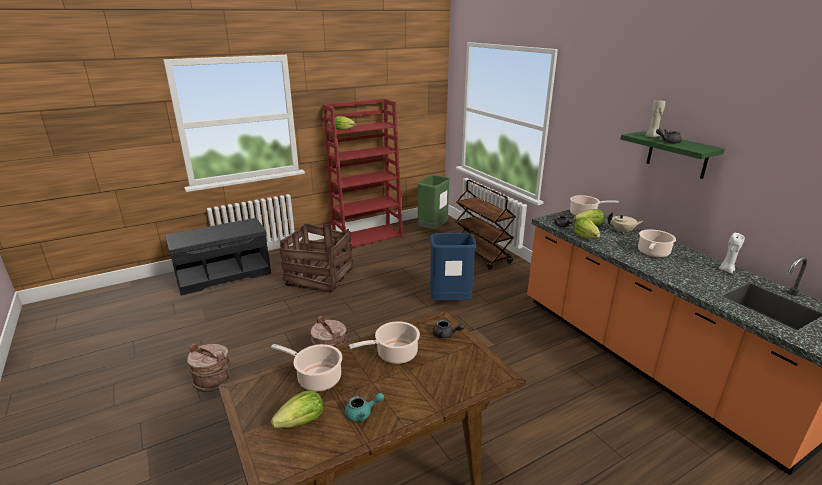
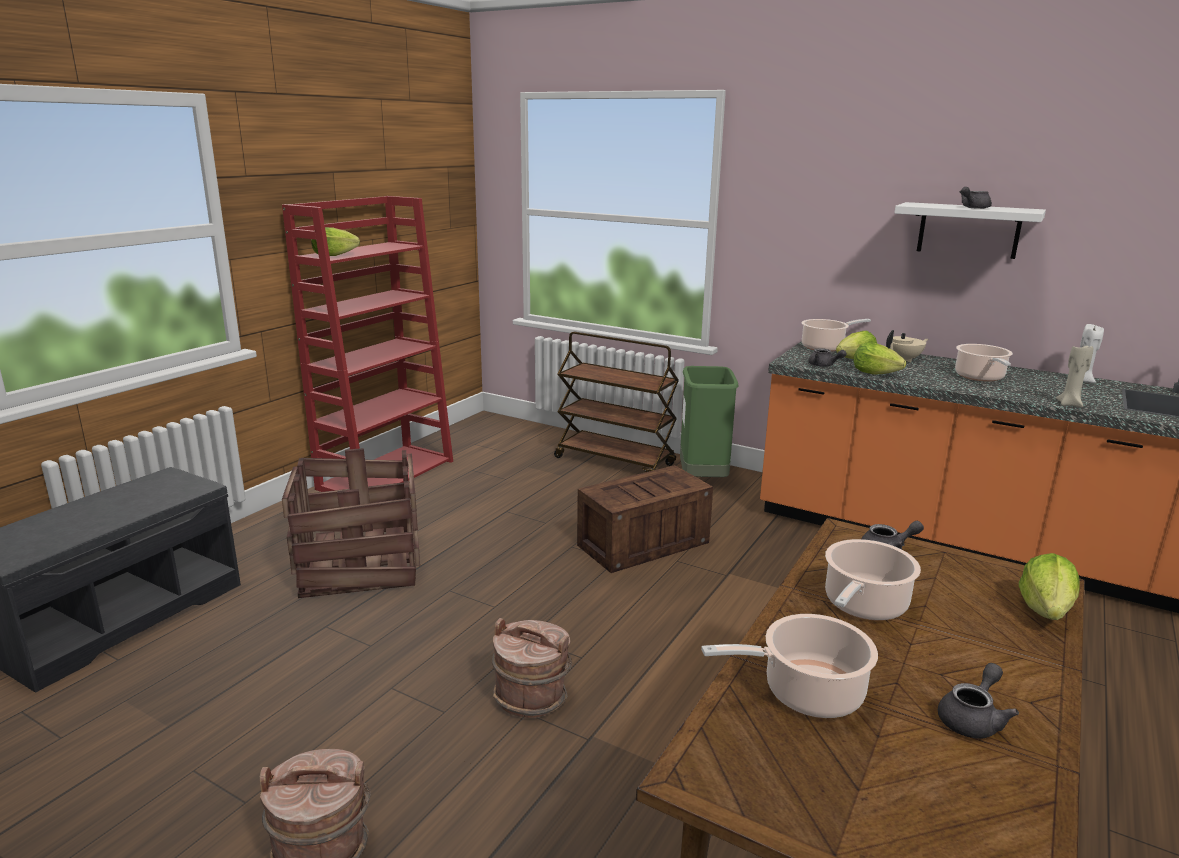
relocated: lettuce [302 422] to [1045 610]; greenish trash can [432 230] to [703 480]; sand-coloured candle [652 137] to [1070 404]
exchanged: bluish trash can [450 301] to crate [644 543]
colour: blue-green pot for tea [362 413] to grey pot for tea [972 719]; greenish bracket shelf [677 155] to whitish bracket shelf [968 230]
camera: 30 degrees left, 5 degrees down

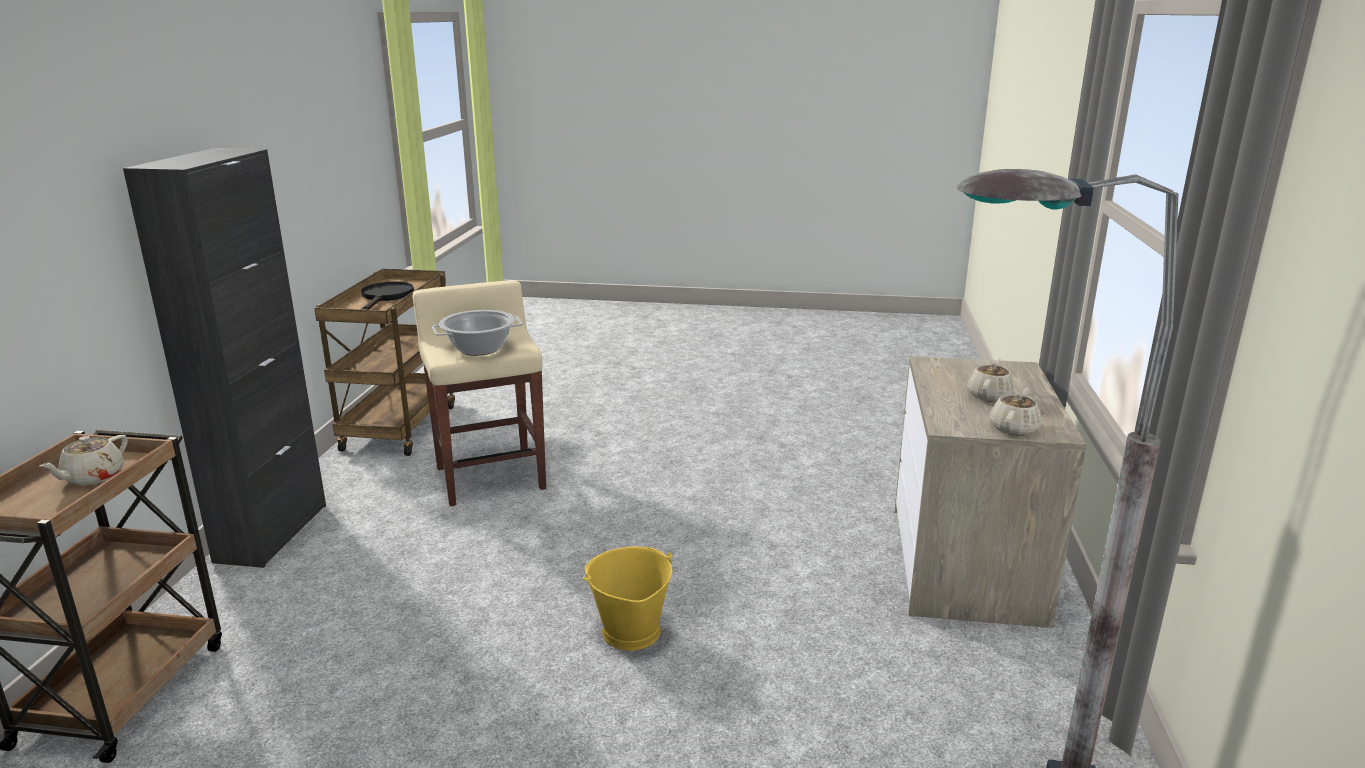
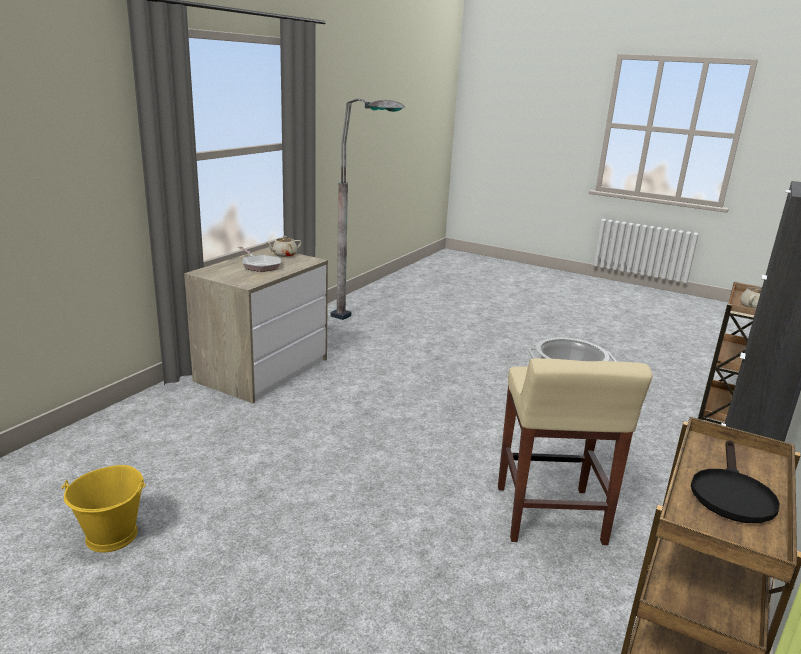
relocated: yellow-coloured water bucket [630 631] to [112 536]
exchanged: sand-coloured pot for tea [989 396] to skillet [260 265]
camera: 160 degrees left, 0 degrees up

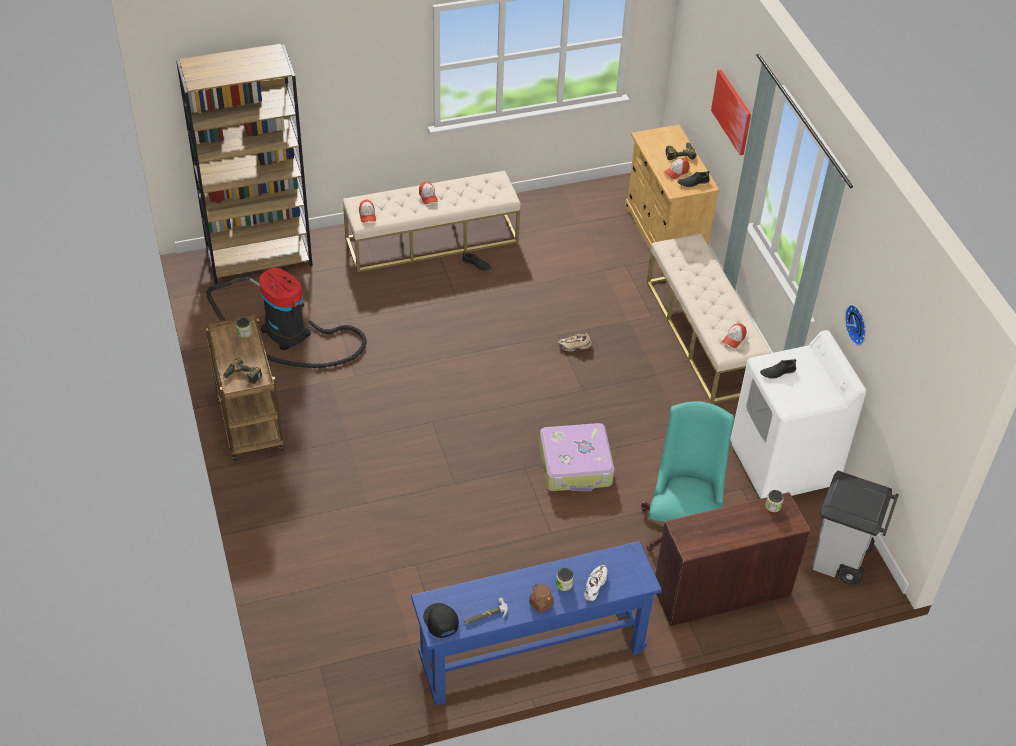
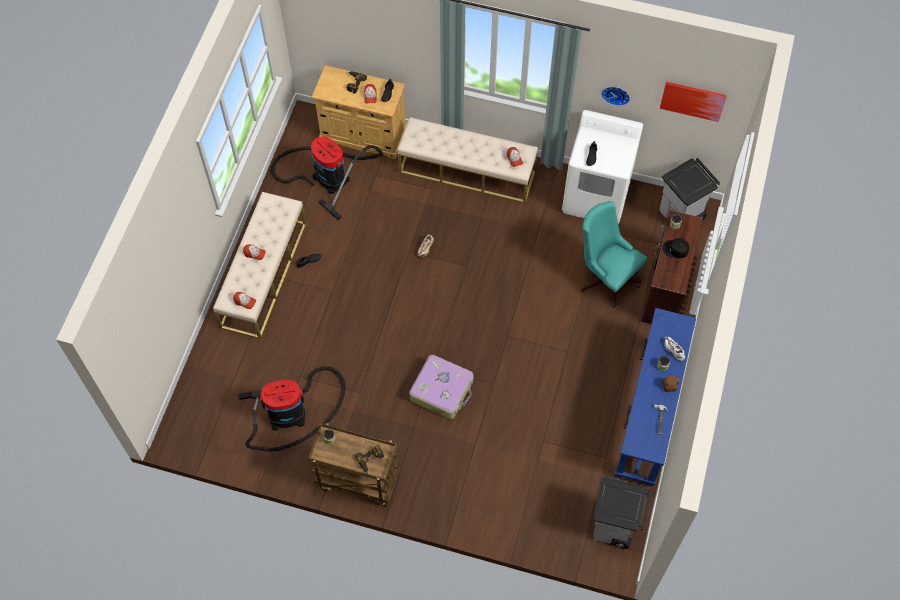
missing: brown bookshelf [260 258]
appeared: vacuum [327 176]; grey trash can [614 527]
relocated: blackish baseball cap [440 621] to [675 249]; suitcase [576 465] to [442 390]; wall art [732 111] to [692 100]
camera: 55 degrees left, 15 degrees up

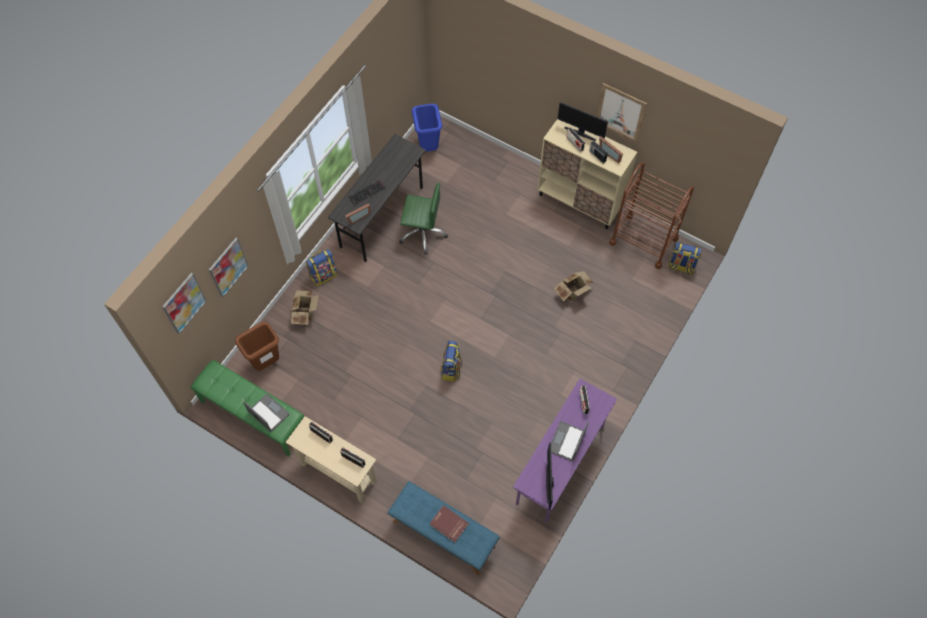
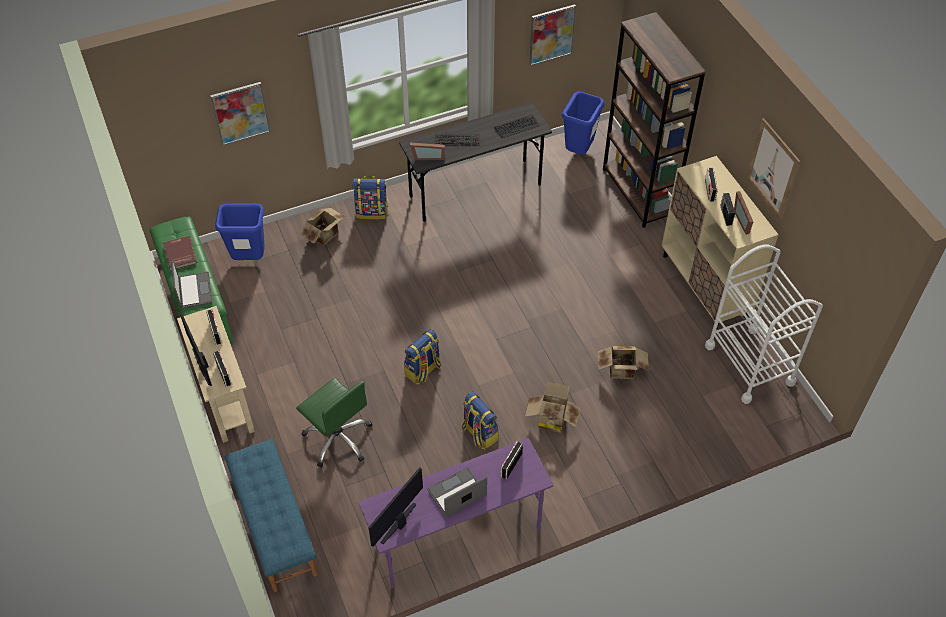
appeared: computer keyboard [517 126]; cardboard box [551 418]; brown bookshelf [638 193]
relocated: wall art [184 303] to [551 34]; greenish desk chair [423 233] to [338 438]; red bound book [448 524] to [179 254]; computer screen [580 133] to [203 365]; rucksack [681 266] to [479 433]
colour: brown trash can [266 362] to bluish trash can [250 259]; brown trolley [643 240] to whitish trolley [749 364]
camera: 35 degrees right, 10 degrees down

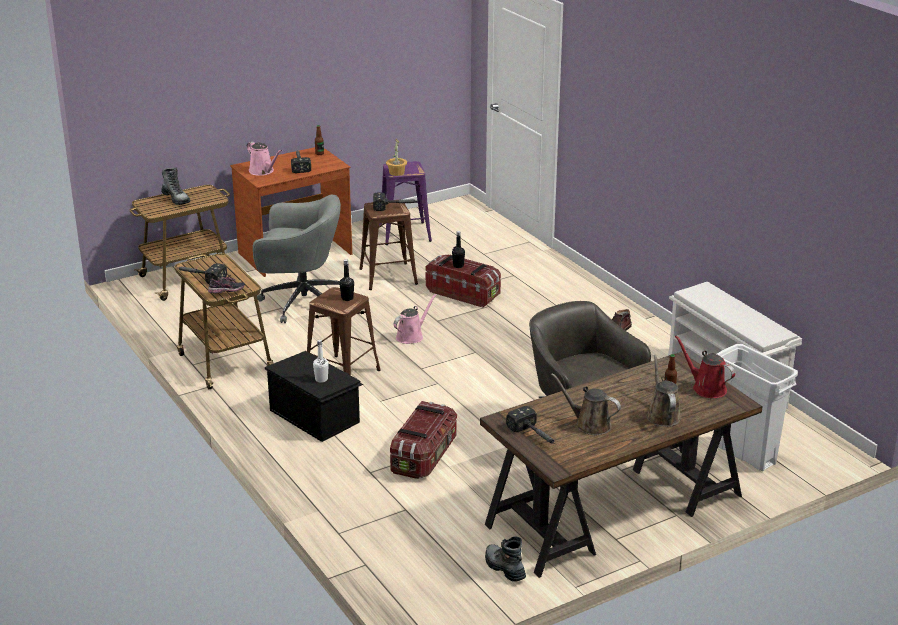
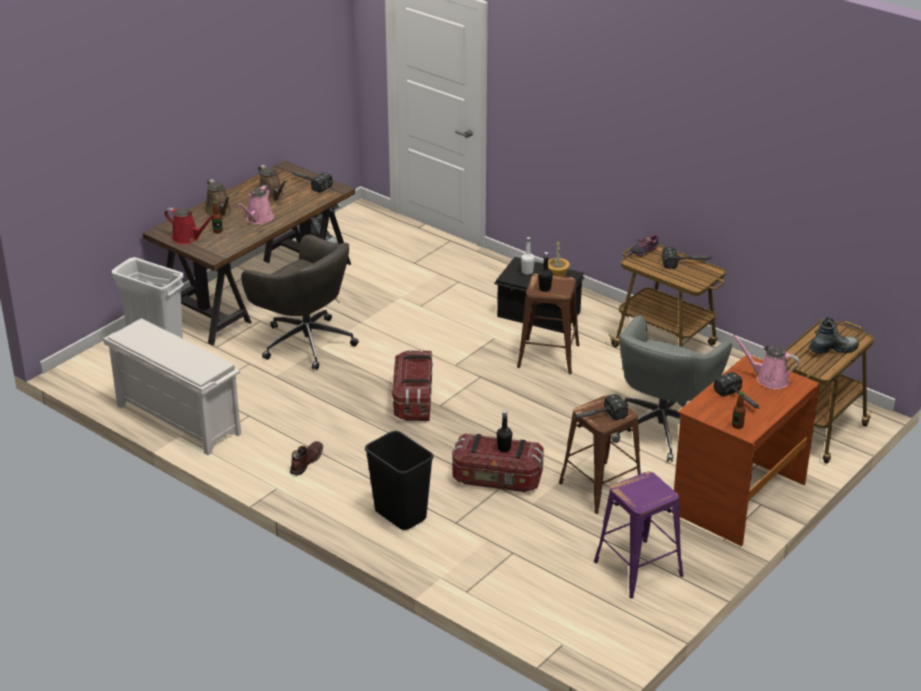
appeared: blackish trash can [399 515]
relocated: potted plant [396 173] to [557 275]; storage bin [424 456] to [413 400]; pinkish watering pot [411 336] to [258 219]
spun: boot [176 199] = [833 349] 135 degrees clockwise; grey desk chair [301 302] = [662 428] 45 degrees counterclockwise; brown watering pot [589 424] = [272 197] 45 degrees clockwise
camera: 160 degrees right, 5 degrees up

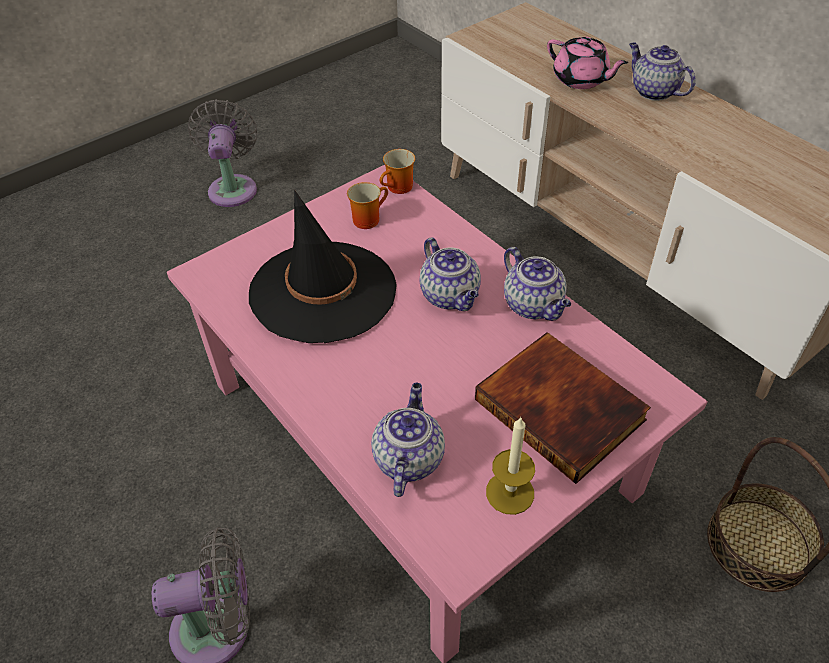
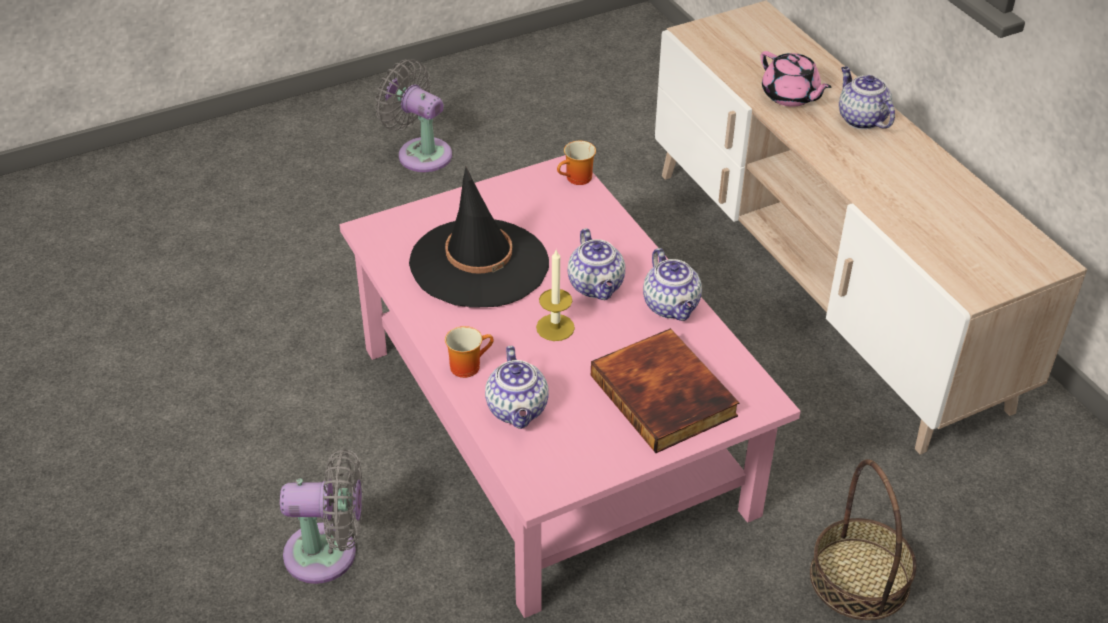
relocated: tea mug [367 218] to [467 364]; candle [510 492] to [555 327]
spun: grey fan [233 187] = [420 153] 60 degrees counterclockwise; pot for tea [408 458] = [518 410] 150 degrees clockwise
camera: 10 degrees right, 5 degrees down

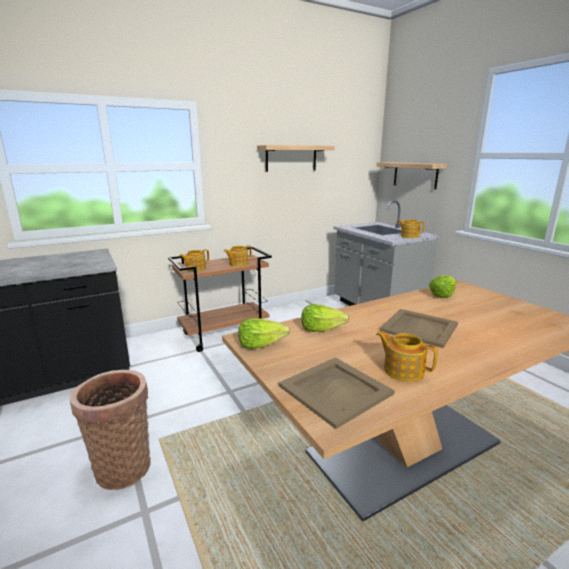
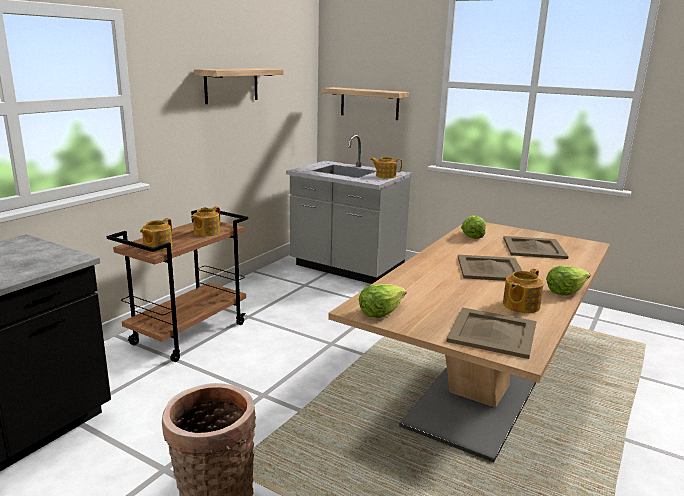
appeared: sand-coloured carrying tray [534 248]
relocated: lettuce [321 329] to [565 291]
spun: pot for tea [402 370] = [520 305] 60 degrees counterclockwise
camera: 30 degrees left, 0 degrees up

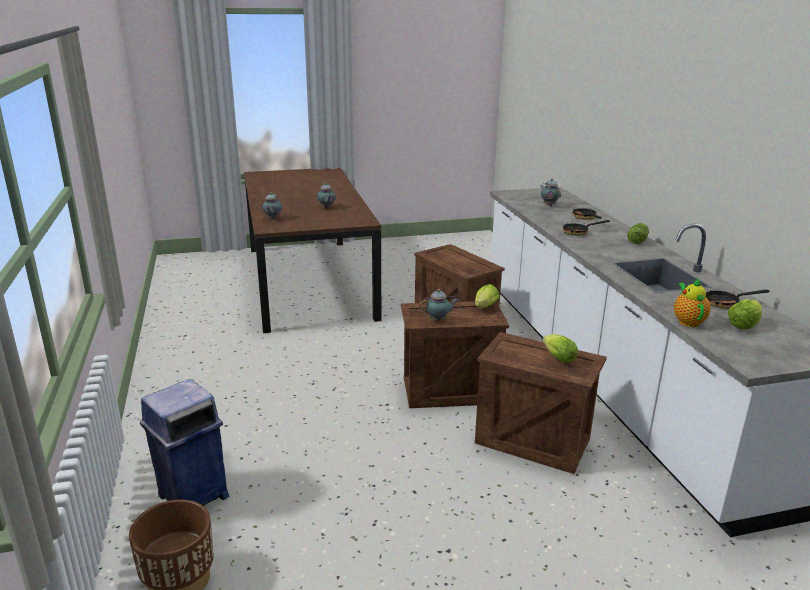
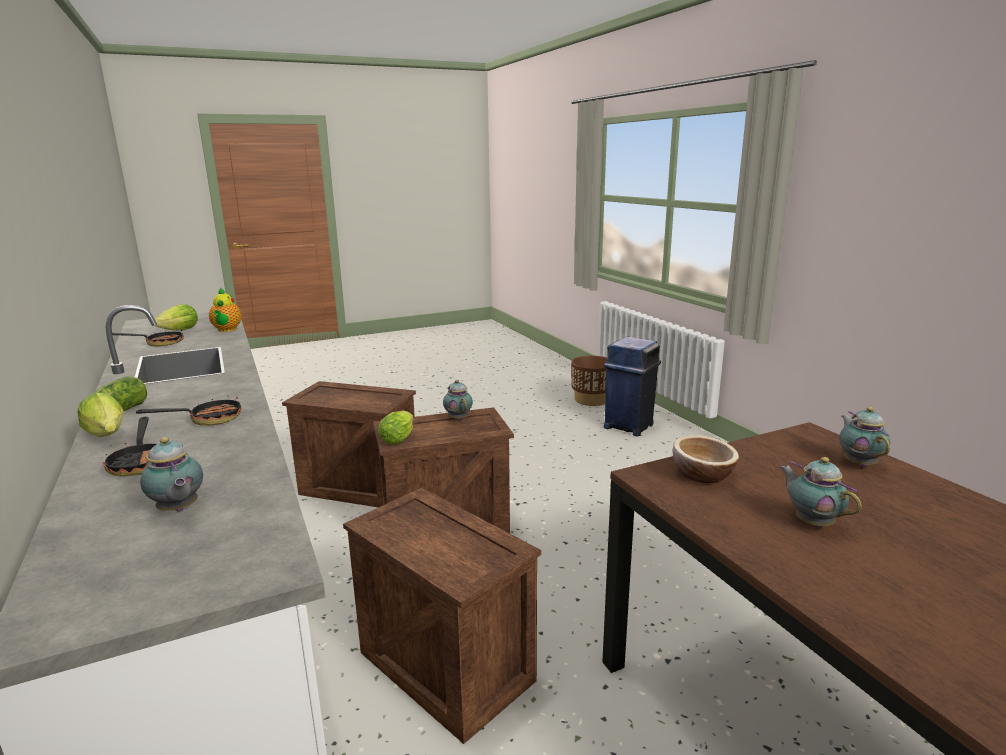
appeared: bowl [702 474]
relocated: lettuce [557 357] to [108 436]
spun: pot for tea [439 320] = [458 418] 90 degrees clockwise
camera: 170 degrees right, 5 degrees down

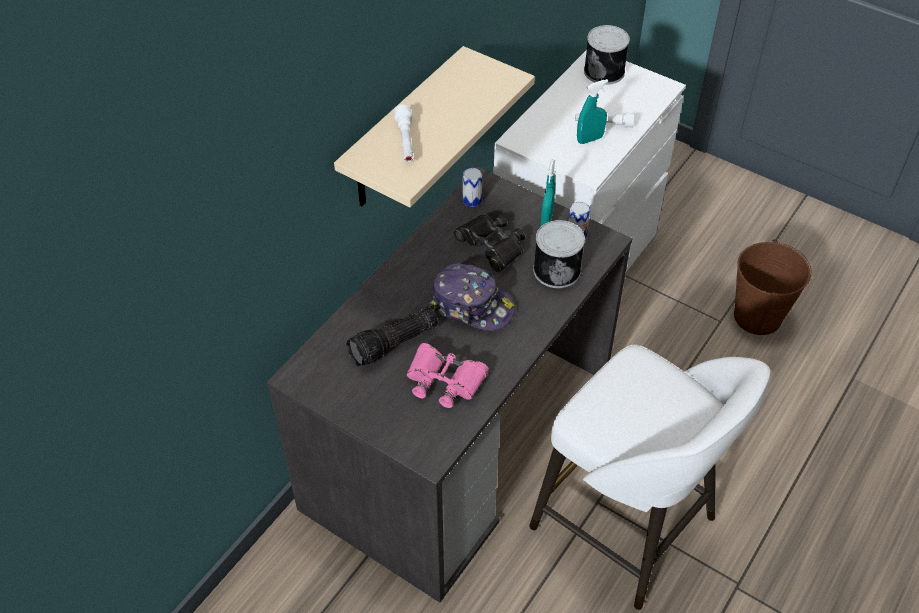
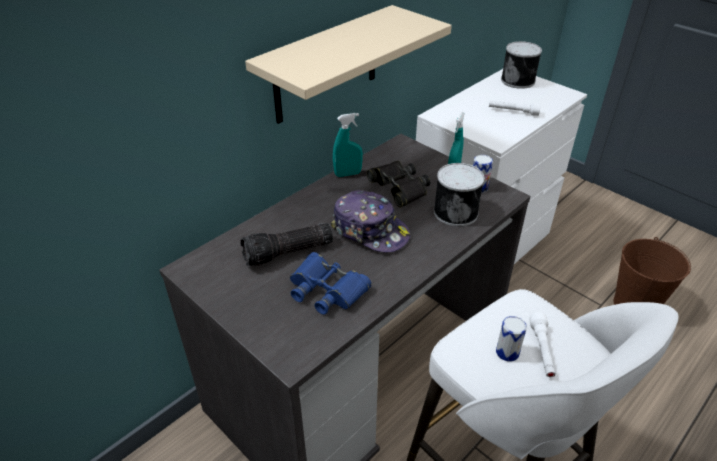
relocated: whitish flashlight [405 141] to [542 350]; can [472 200] to [507 352]; blue-green sprayer [590 139] to [348 174]
colour: pinkish binoculars [444 380] to bluish binoculars [327 289]
camera: 10 degrees right, 10 degrees down

